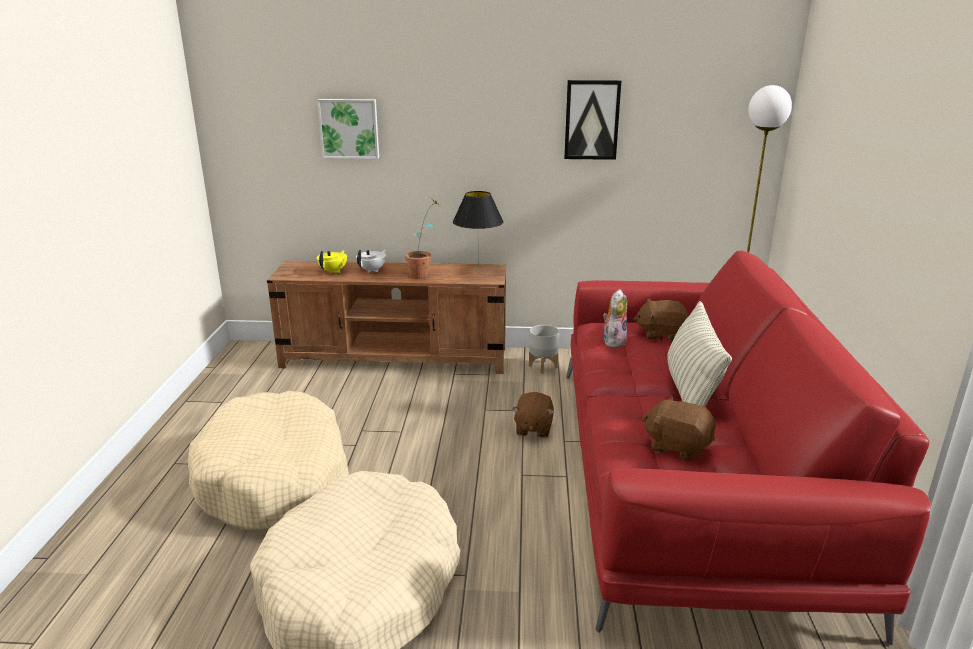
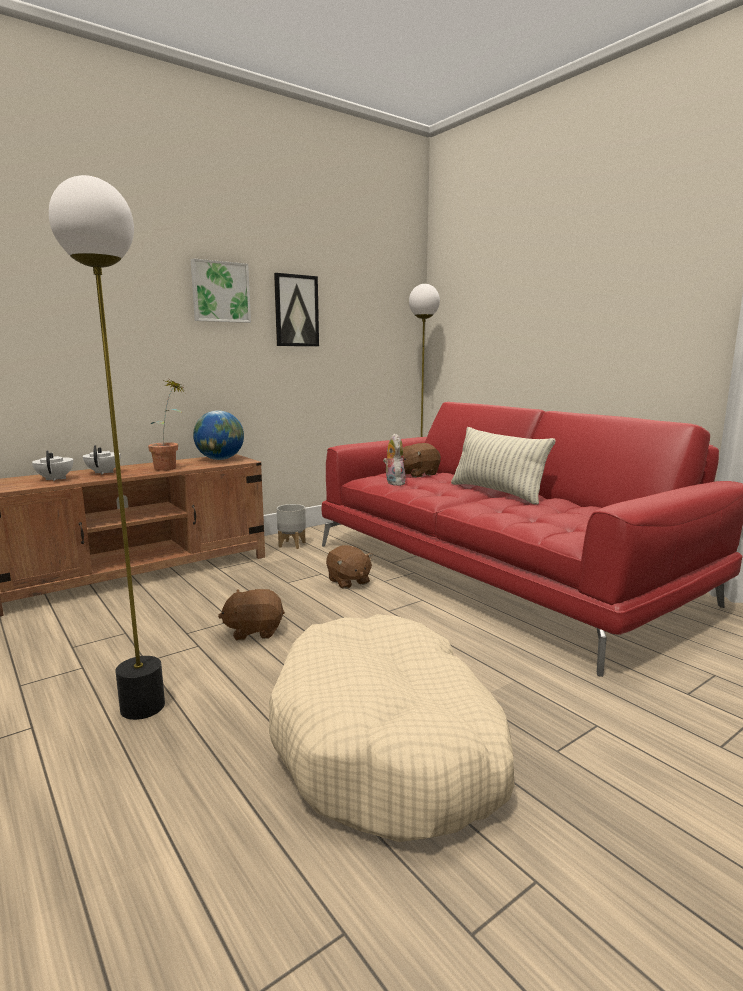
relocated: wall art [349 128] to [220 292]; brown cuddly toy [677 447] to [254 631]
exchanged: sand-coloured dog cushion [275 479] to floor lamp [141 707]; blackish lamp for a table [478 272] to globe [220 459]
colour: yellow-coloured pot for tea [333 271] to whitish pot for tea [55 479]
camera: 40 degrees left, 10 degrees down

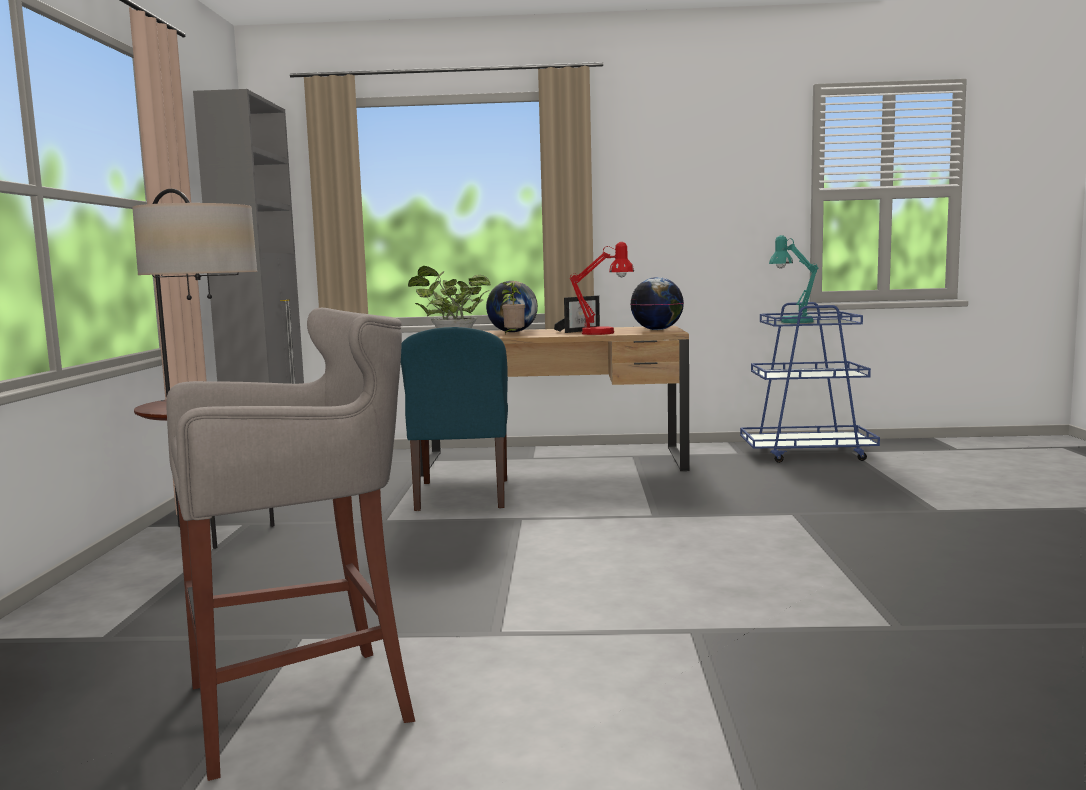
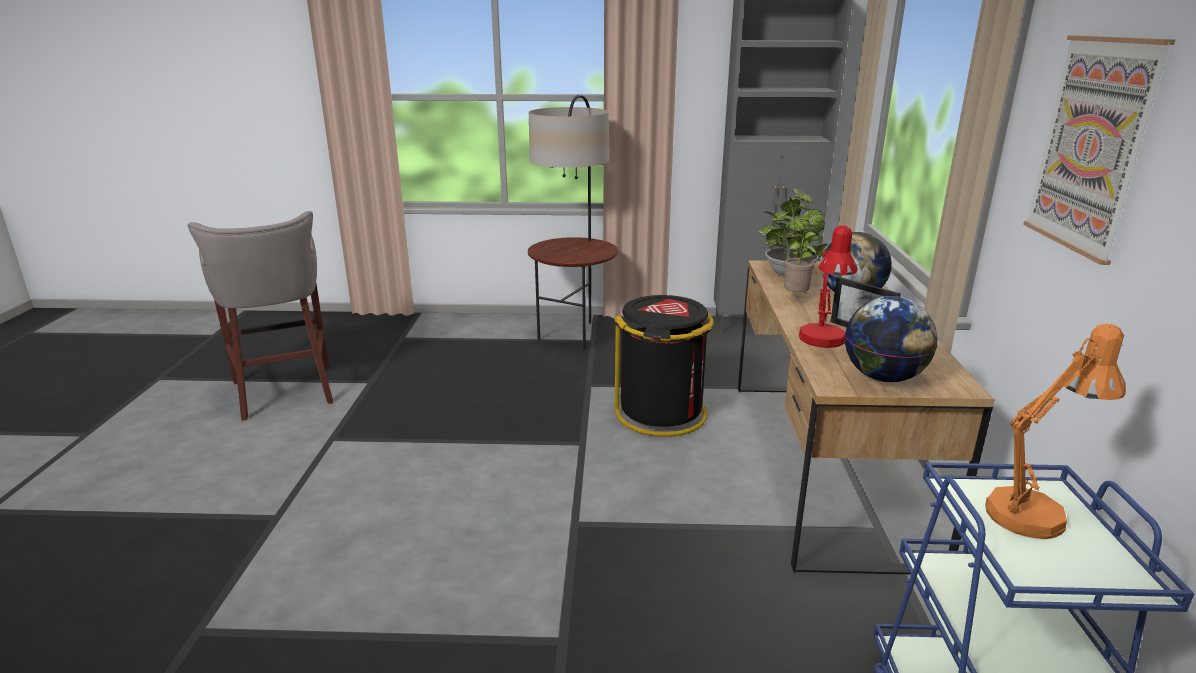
appeared: wall art [1092 145]
exchanged: bluish chair [462 496] to blackish trash can [662 414]
colour: blue-green lamp for a table [792 321] to orange-coloured lamp for a table [1034 511]
camera: 90 degrees right, 15 degrees up

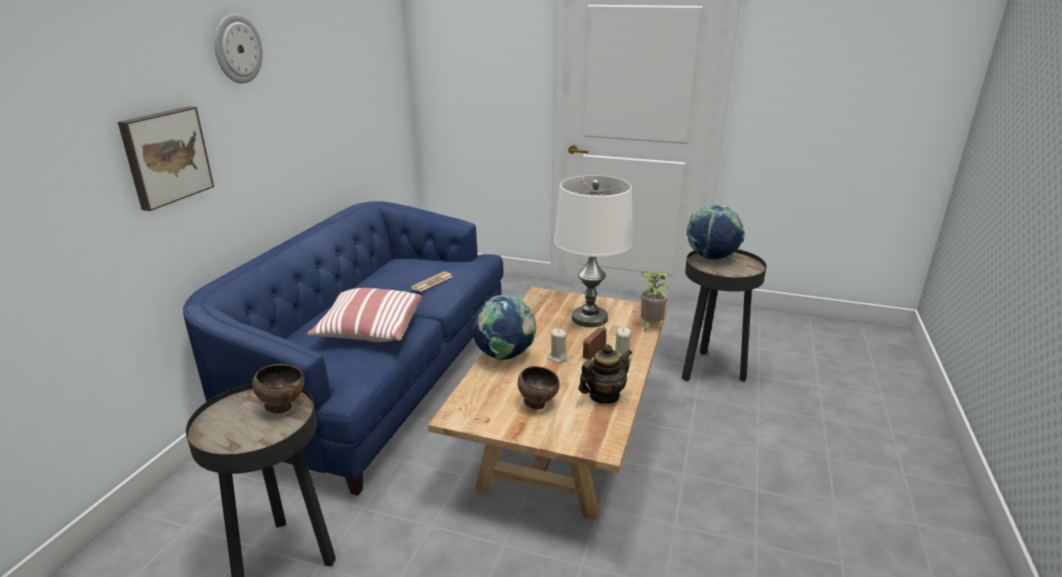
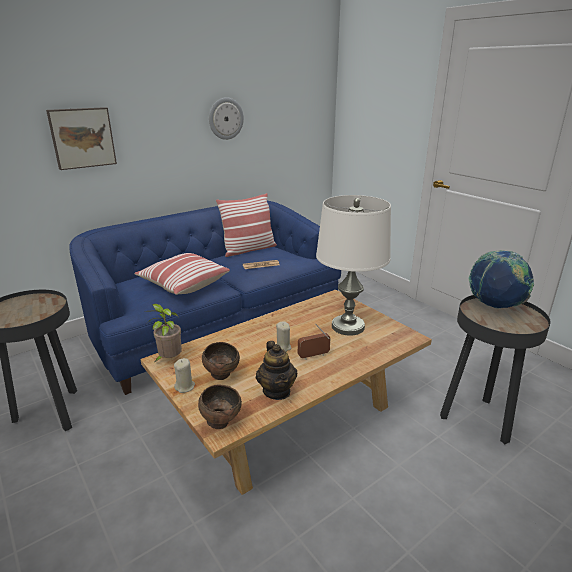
missing: globe [504 356]
appeared: throw pillow [248 249]
relocated: hanging clock [237 49] to [225 118]; brown bowl [283 407] to [221 422]; sand-coloured candle [621 356] to [185 387]; potted plant [650 326] to [169 360]
spun: pot for tea [604 396] = [277 391] 75 degrees clockwise
camera: 35 degrees right, 0 degrees up

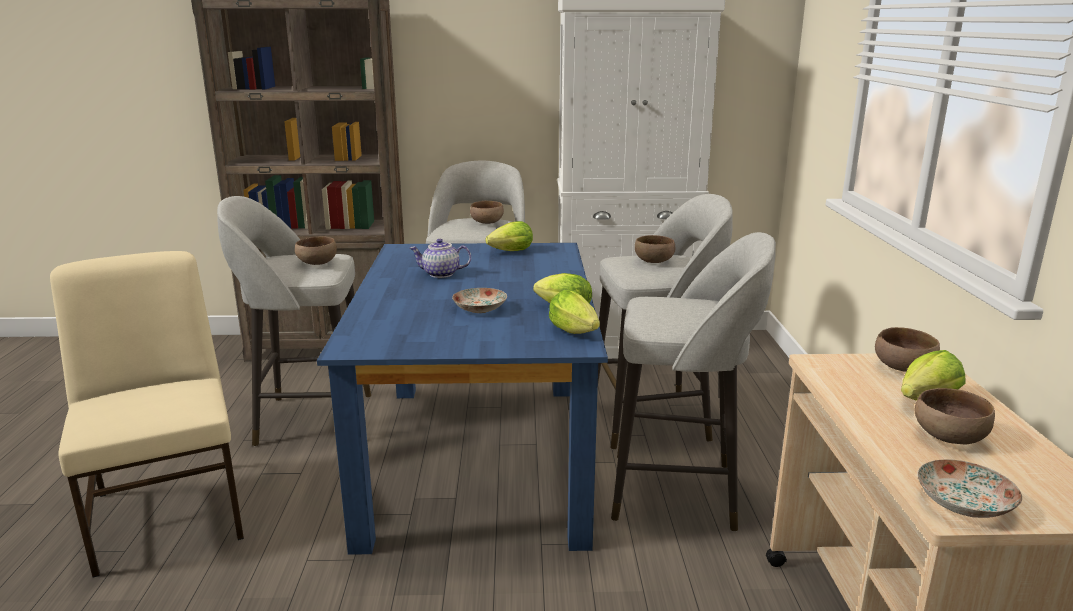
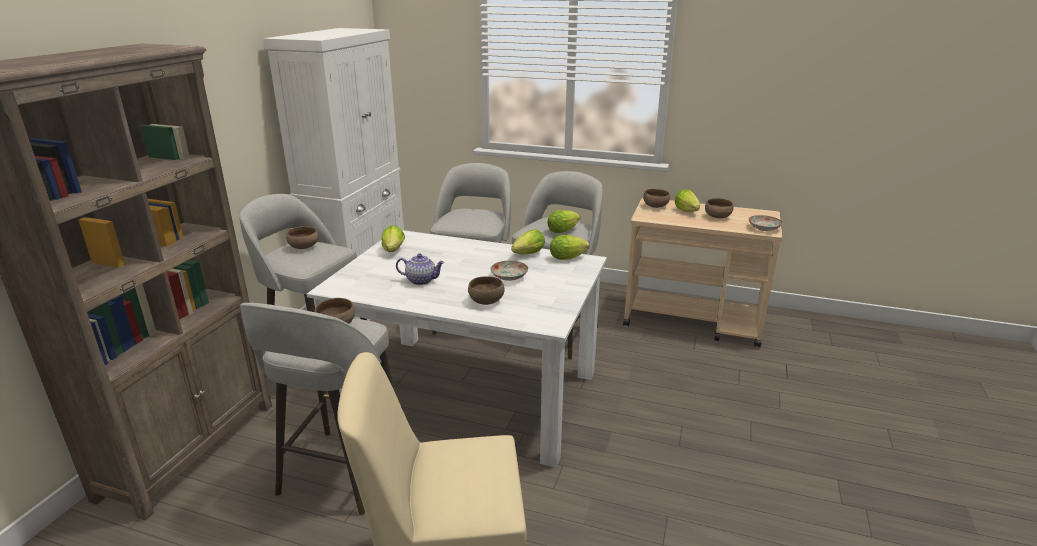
appeared: lettuce [564 230]
relocated: brown bowl [654 261] to [485 301]
colour: bluish dinner table [480 457] to whitish dinner table [472 392]
spun: pot for tea [440 274] = [421 280] 105 degrees counterclockwise
camera: 70 degrees left, 5 degrees up

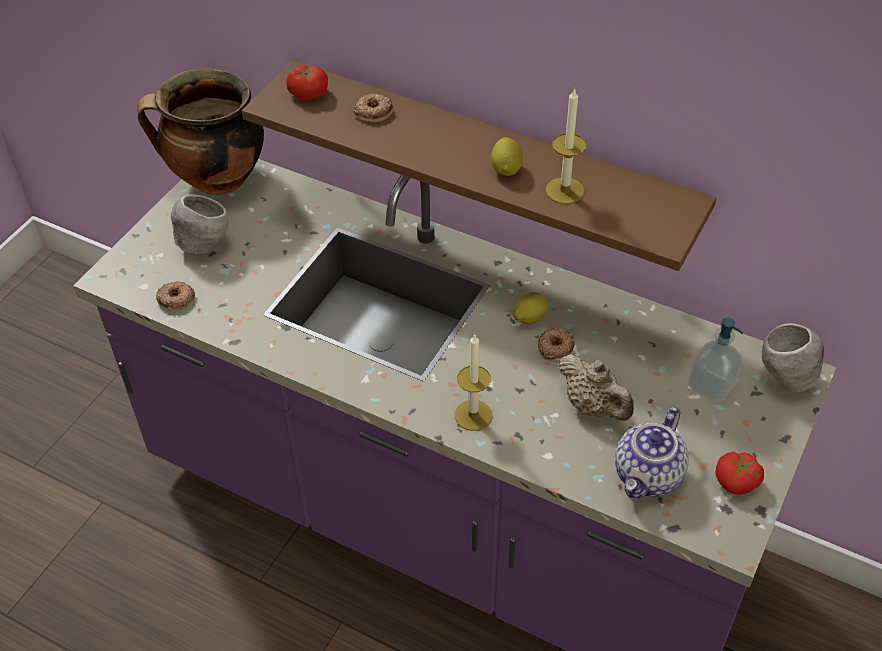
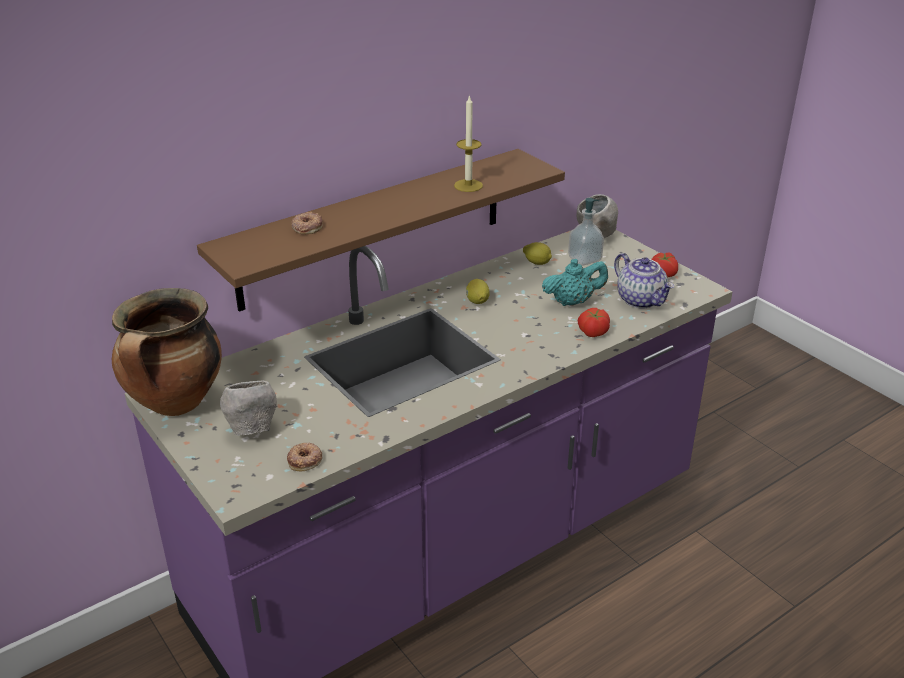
missing: candle [473 415]; ring doughnut [555 347]
relocated: fresh tomato [308 93] to [592 332]; whole lemon [506 169] to [537 263]
colour: sand-coloured pot for tea [593 406] to blue-green pot for tea [573 302]
camera: 65 degrees left, 15 degrees down

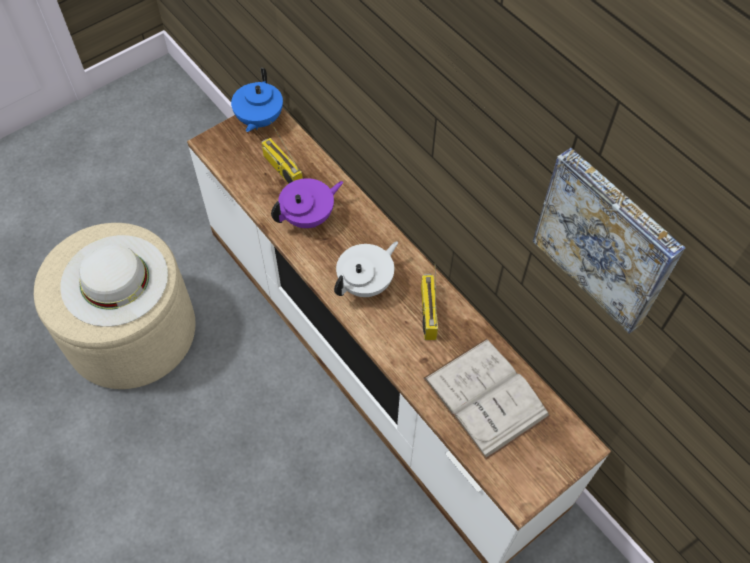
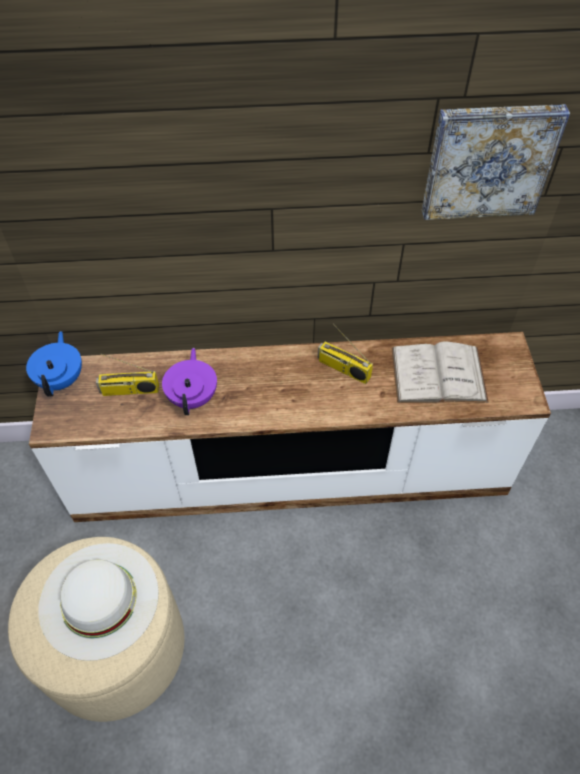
missing: whitish pot for tea [366 283]
spun: bluish pot for tea [259 120] = [62 379] 135 degrees counterclockwise
camera: 55 degrees left, 5 degrees down

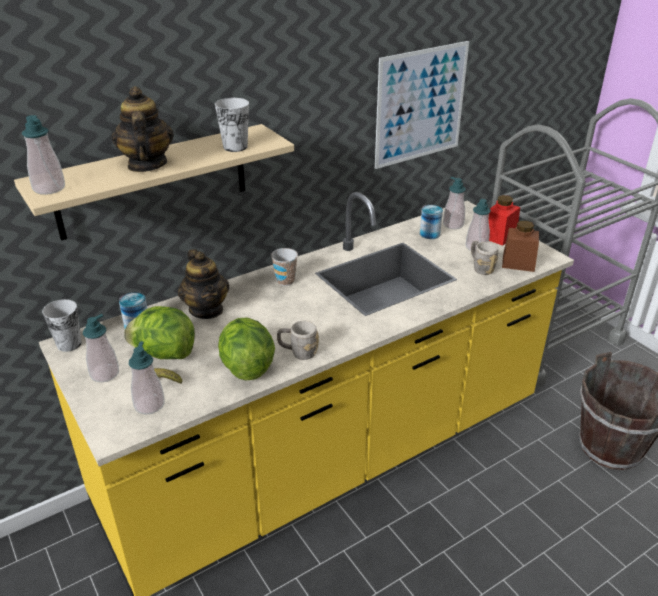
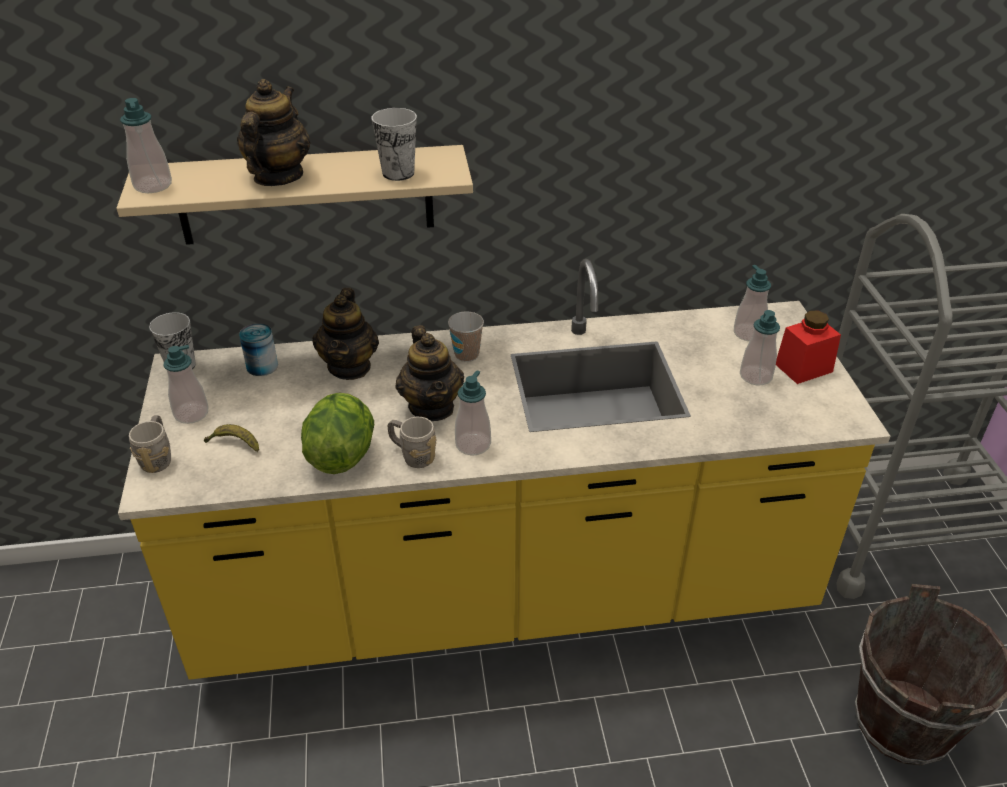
missing: lettuce [164 354]; wall art [420 105]; can [429 234]; brown preserve jar [518 263]
appeared: pot for tea [432 407]
relocated: liquid soap bottle [149 405] to [473 444]; grey tea mug [480 267] to [158 457]
camera: 25 degrees right, 5 degrees up

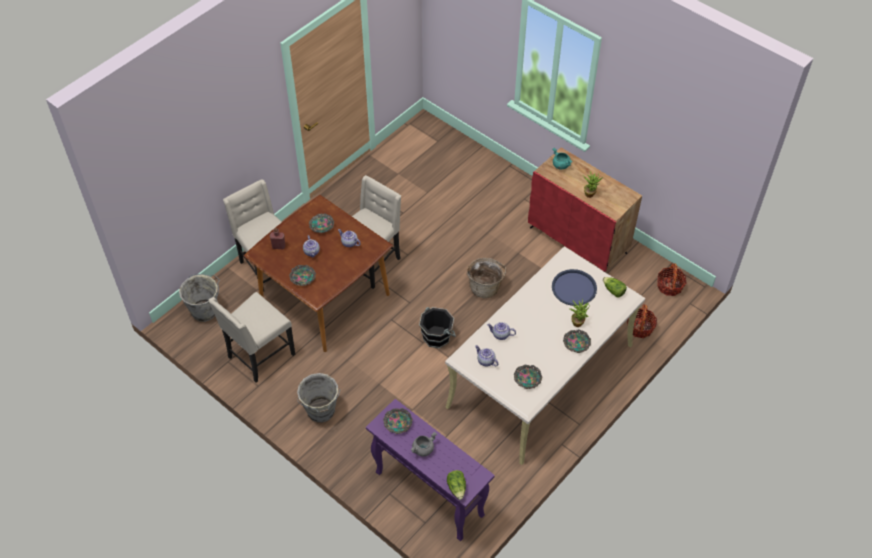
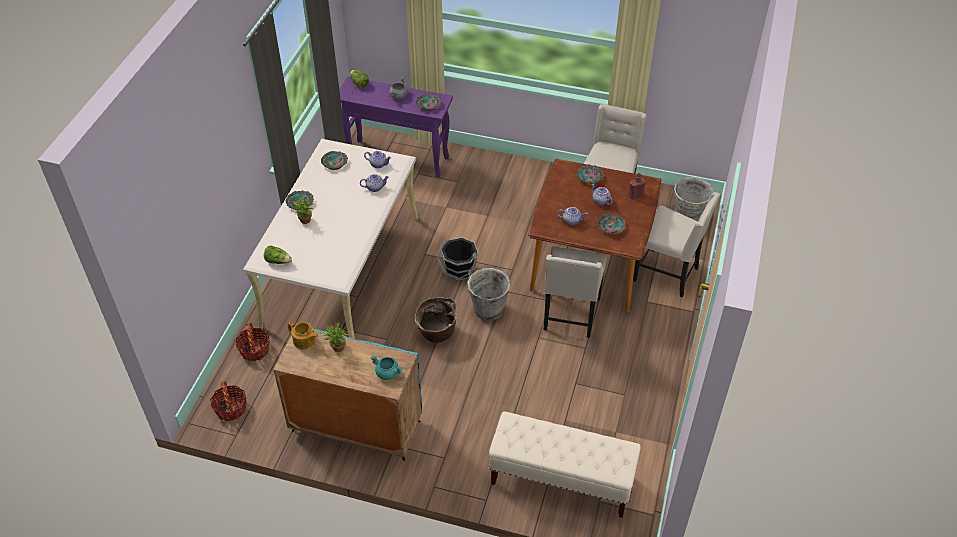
missing: bluish carrying tray [574 288]
appeared: pot for tea [304 341]; sand-coloured indoor bench [561 480]
relocated: grey water bucket [321 411] to [487 309]
colour: red cabinet [578 240] to blue-green cabinet [355 426]
camera: 155 degrees right, 5 degrees down

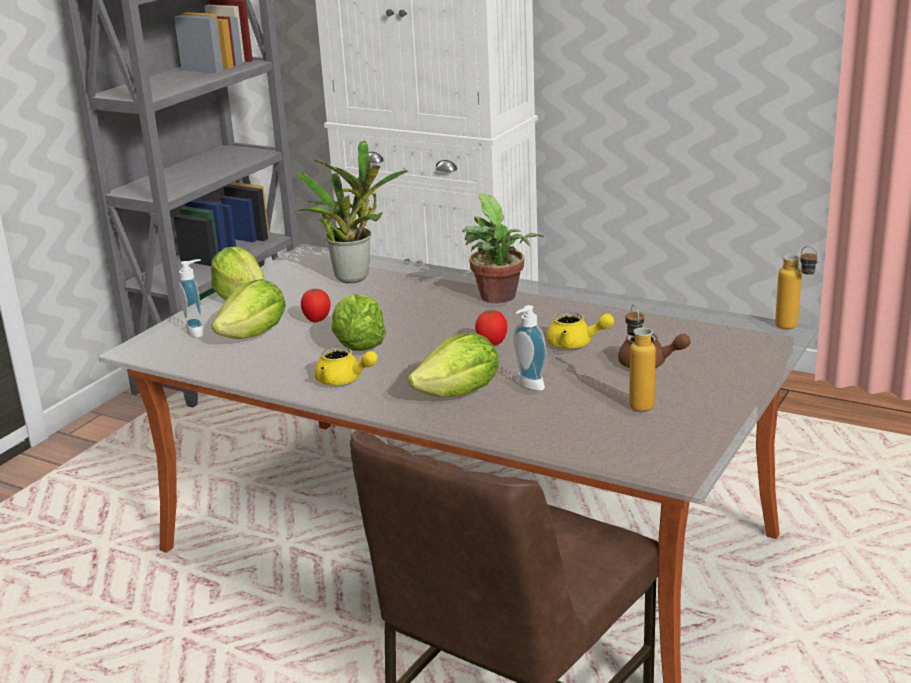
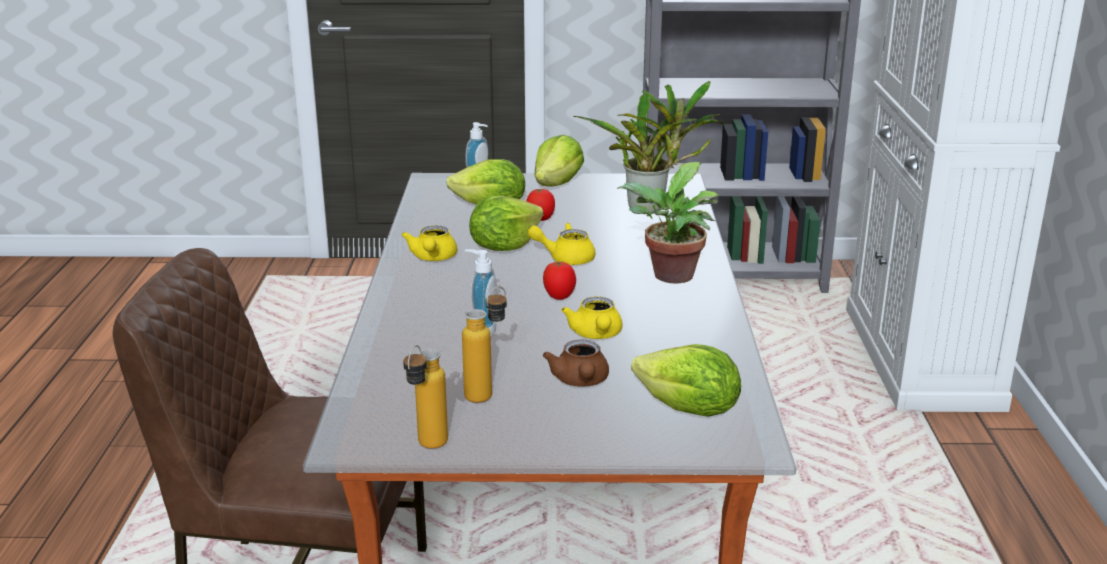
appeared: yellow-coloured pot for tea [565 258]
relocated: lettuce [459 394] to [688 410]; bottle [794 328] to [427 448]
camera: 60 degrees right, 0 degrees up

